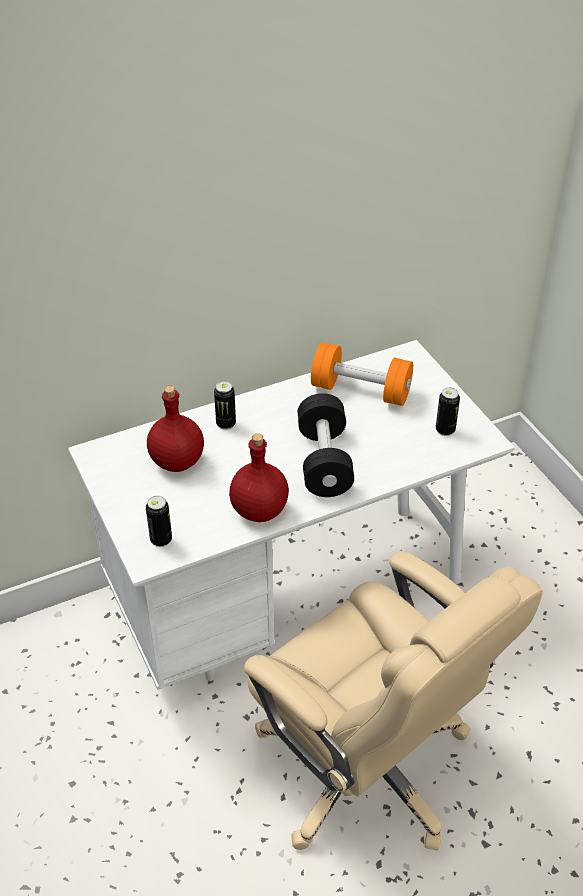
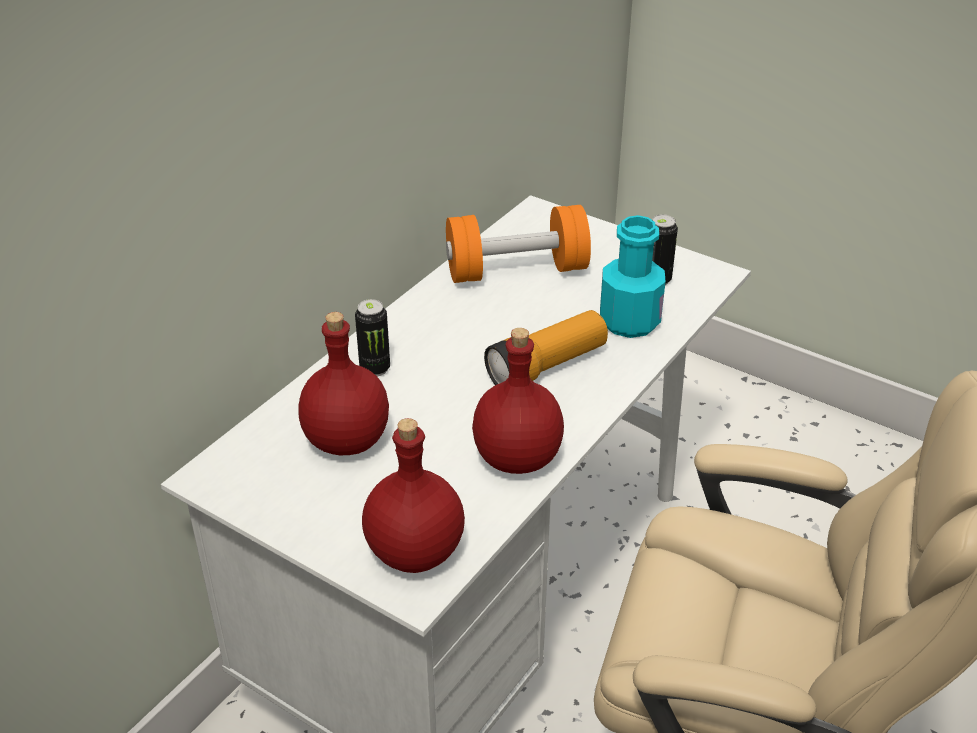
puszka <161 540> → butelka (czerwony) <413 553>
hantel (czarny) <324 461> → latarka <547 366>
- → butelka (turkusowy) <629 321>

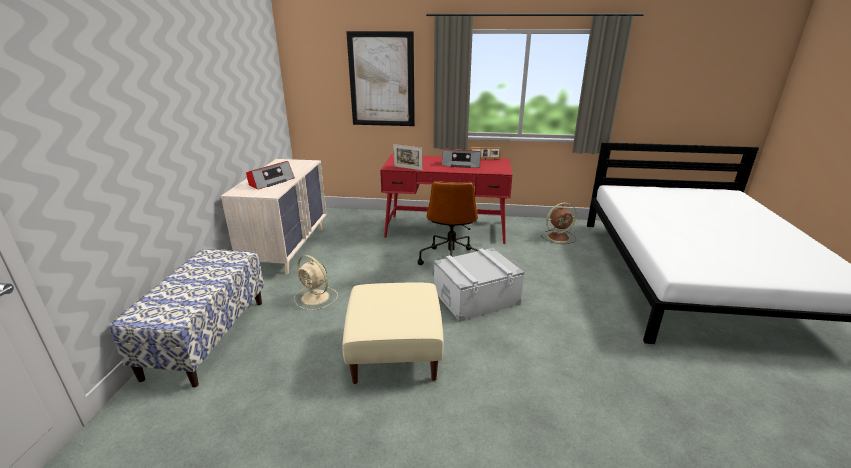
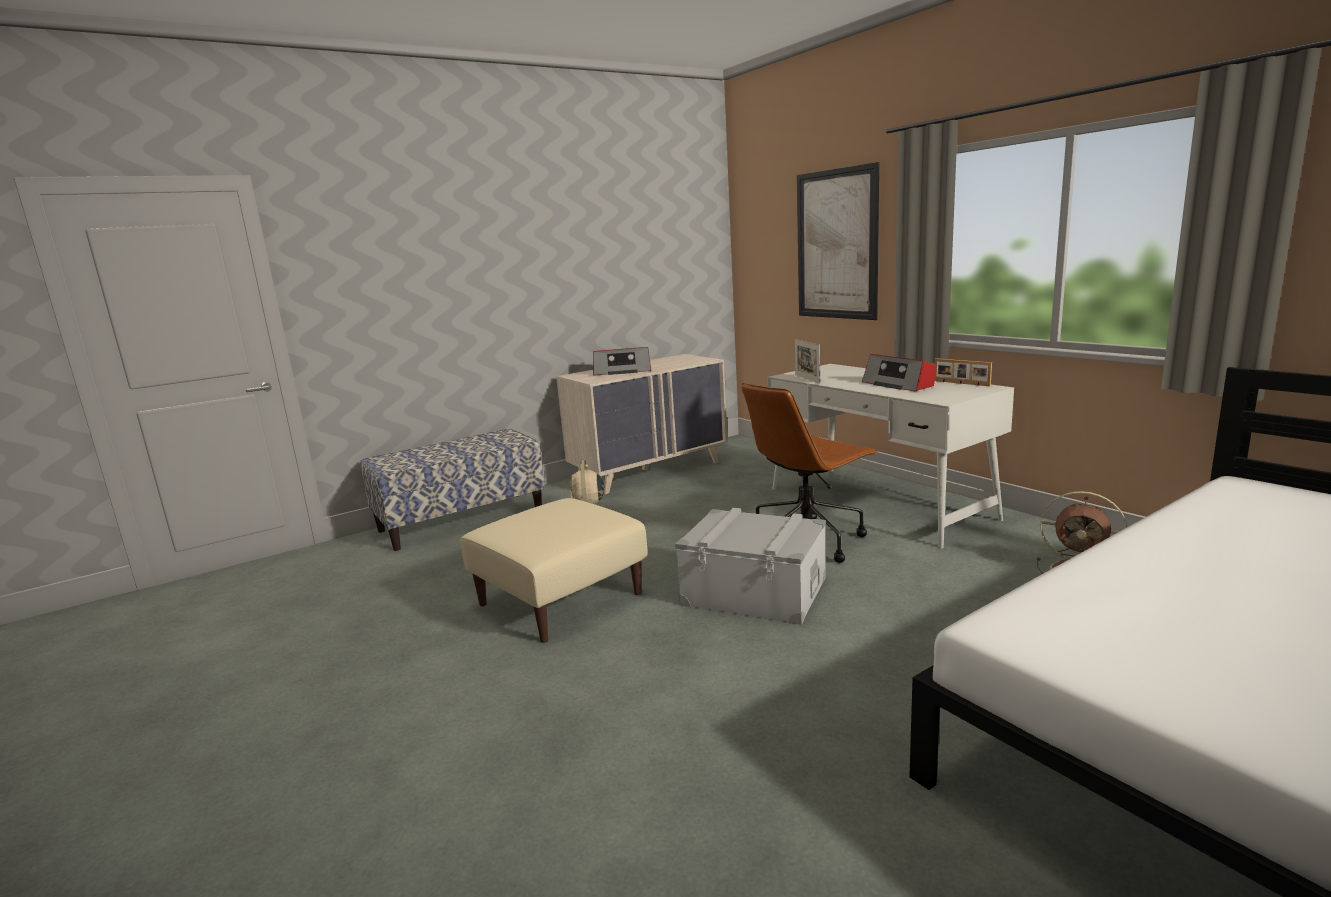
biurko (czerwony) <446 229> → biurko (biały) <878 503>

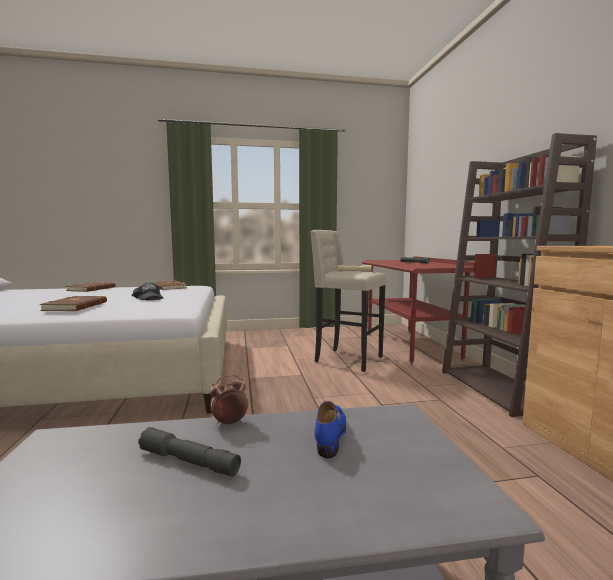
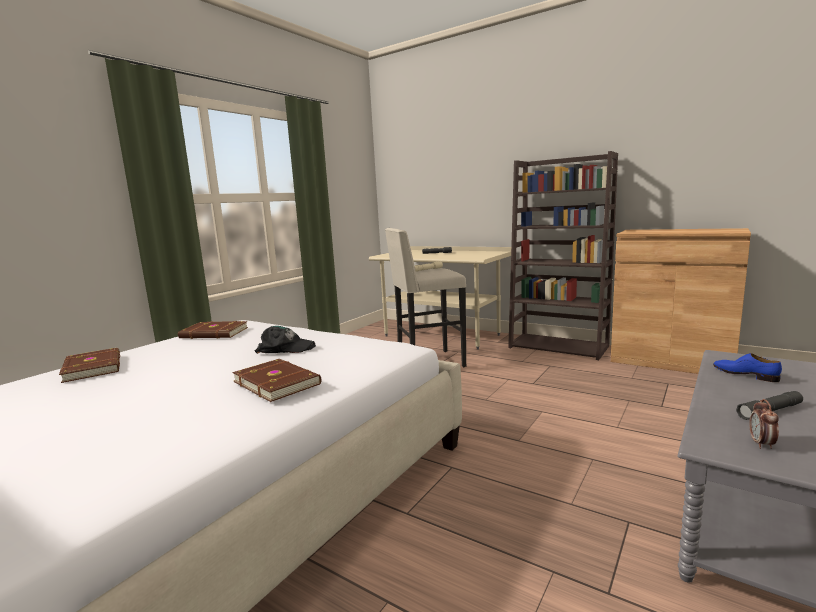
biurko (czerwony) <410 346> → biurko (beżowy) <441 335>
budzik <229 423> → budzik <761 444>, relocated

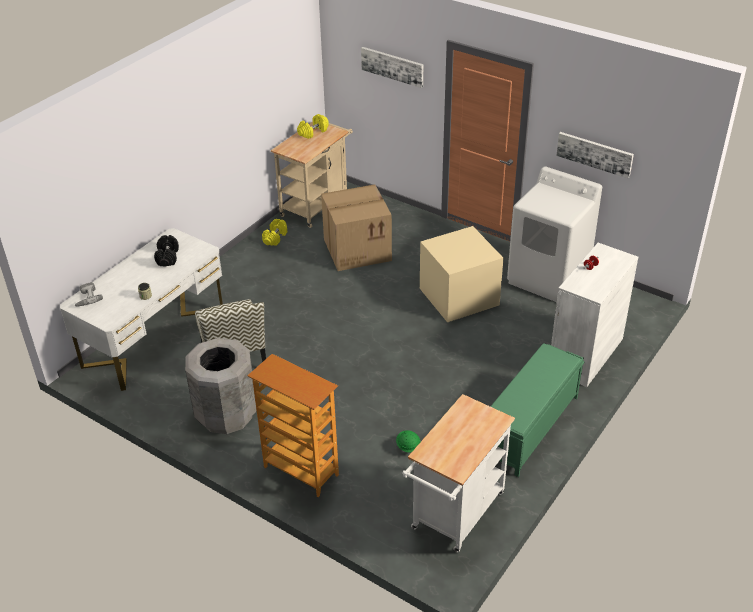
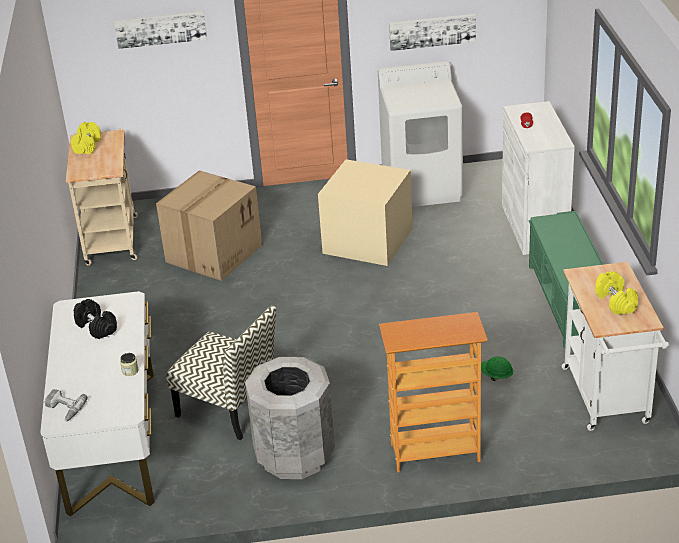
hantel (żółty) <275 238> → hantel (żółty) <616 302>, relocated

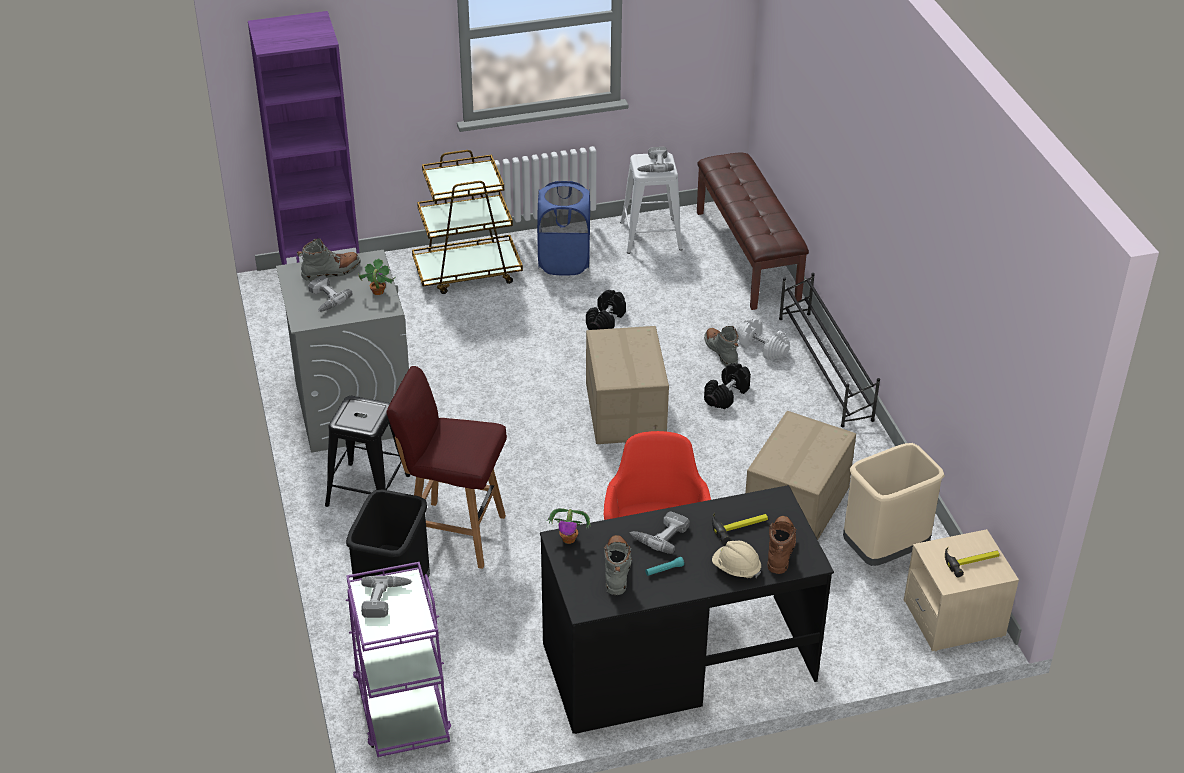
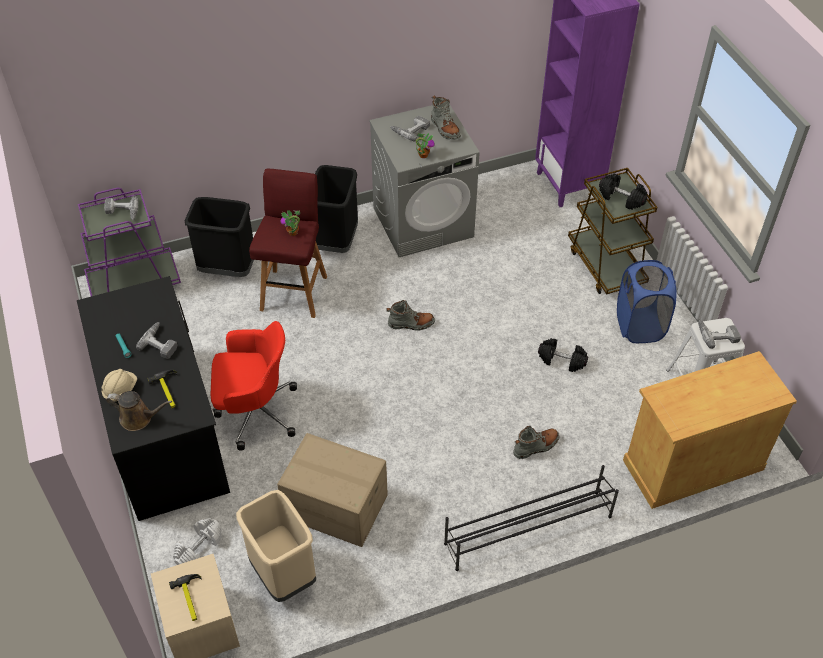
but z cholewką (brązowy) <780 550> → konewka (brązowy) <139 418>
hantel (biały) <761 348> → hantel (biały) <199 548>, relocated
roślina doniczkowa <569 539> → roślina doniczkowa <293 232>, relocated
stołek (czarny) <368 490> → kosz na śmieci (czarny) <336 241>
but z cholewką (szary) <617 570> → but z cholewką (szary) <411 324>, relocated
hantel (czarny) <726 395> → hantel (czarny) <621 198>, relocated
ławka (brązowy) <748 255> → szafka (beżowy) <692 464>
karton <626 411> → -

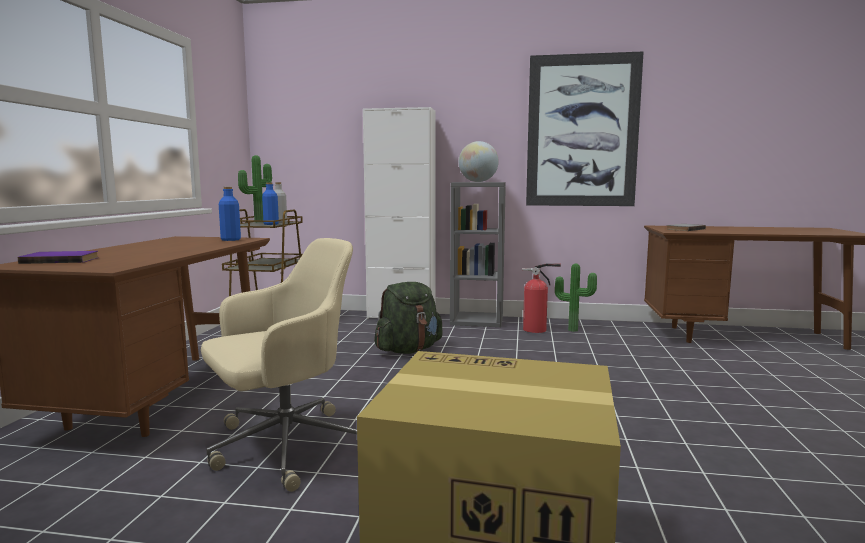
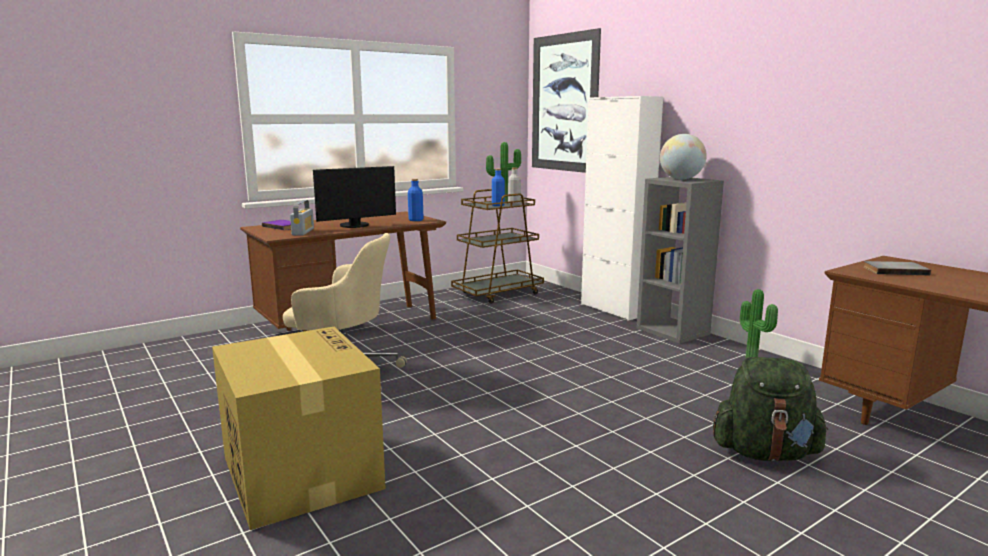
- → radio <303 232>
- → monitor <356 226>
obraz <582 131> → obraz <564 103>, relocated
plecak (zielony) <408 350> → plecak (zielony) <765 453>, relocated
gaśnica <537 330> → -

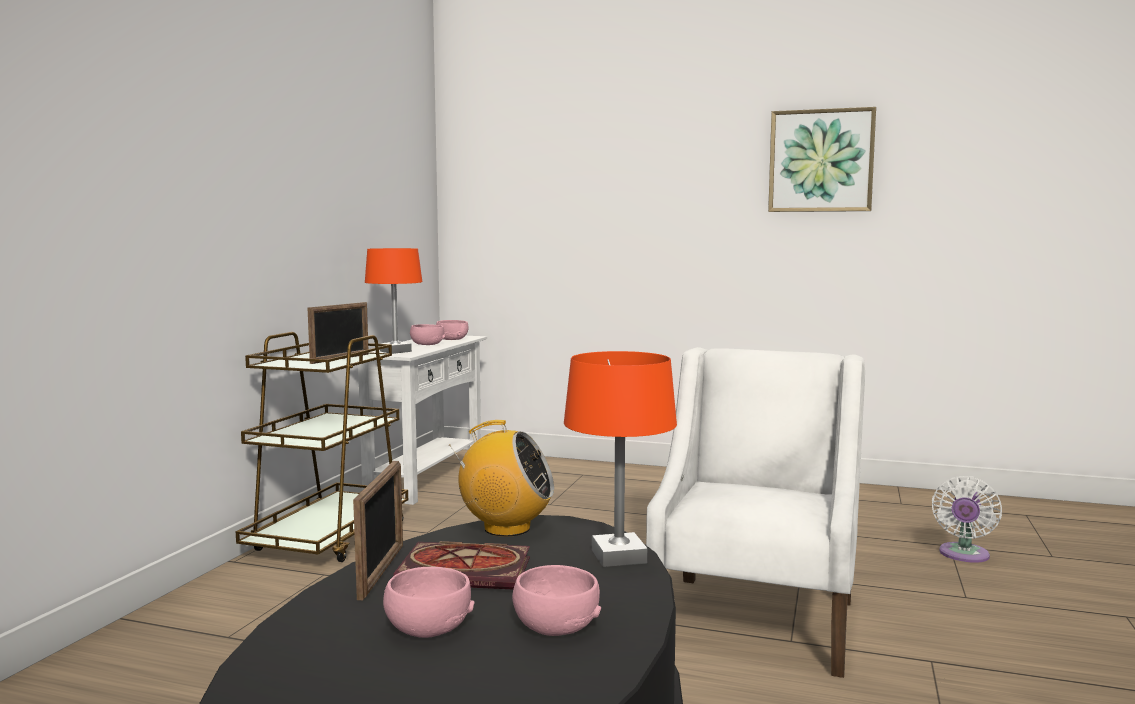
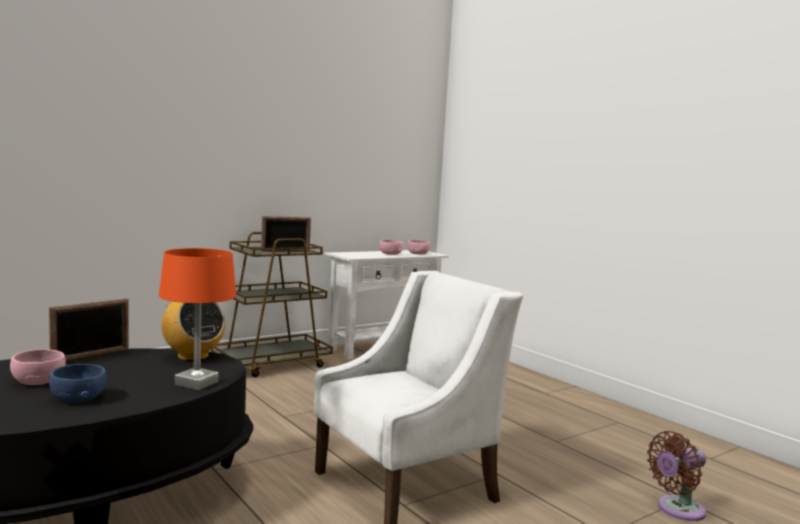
miska (różowy) <555 625> → miska (niebieski) <77 398>
wentylator (biały) <963 555> → wentylator (brązowy) <677 510>
lampa stołowa (pomarańczowy) <395 351> → -
książka <468 571> → -
obraz <821 161> → -

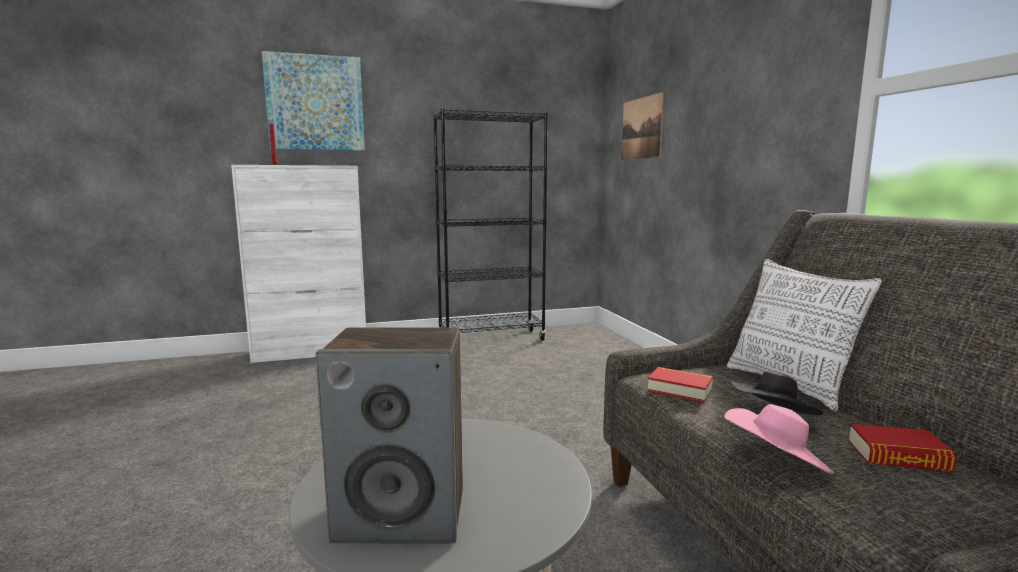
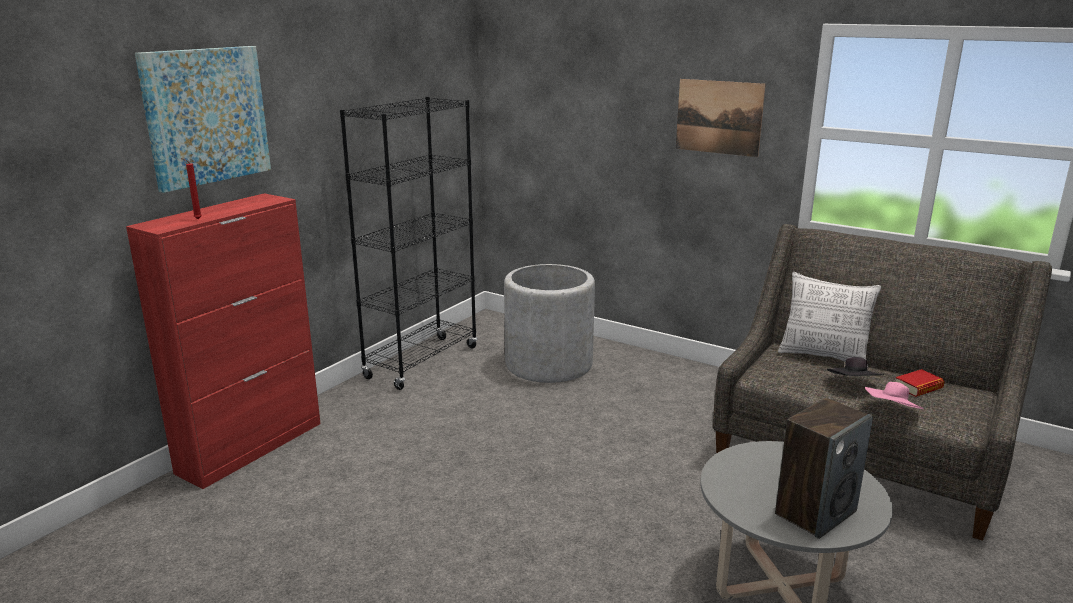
szafka (biały) <312 352> → szafka (czerwony) <252 447>
- → donica (szary) <549 364>
obraz <641 128> → obraz <719 117>, relocated
książka <679 390> → -

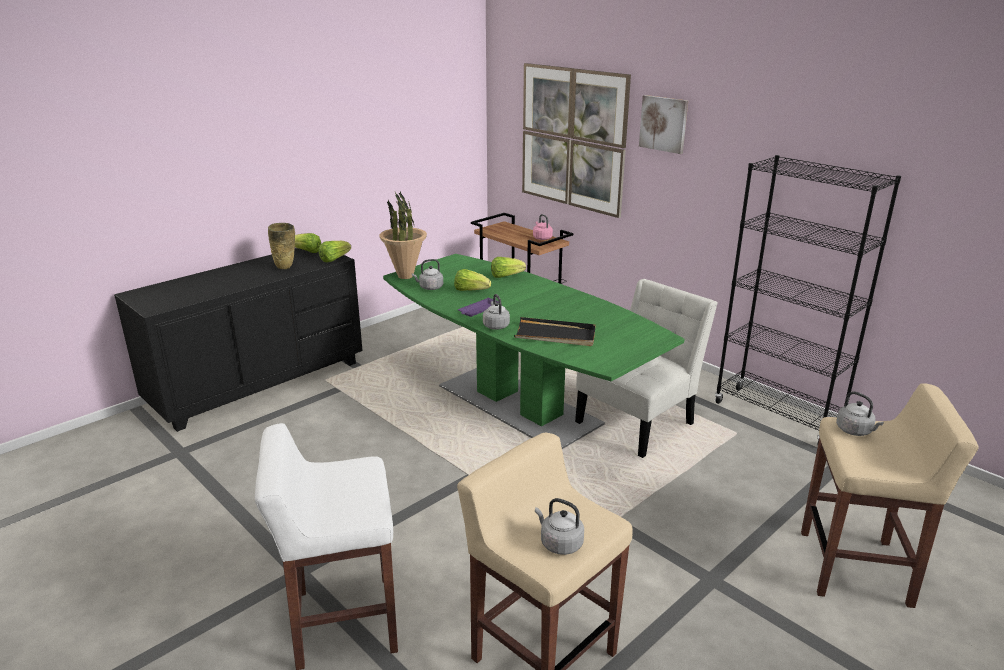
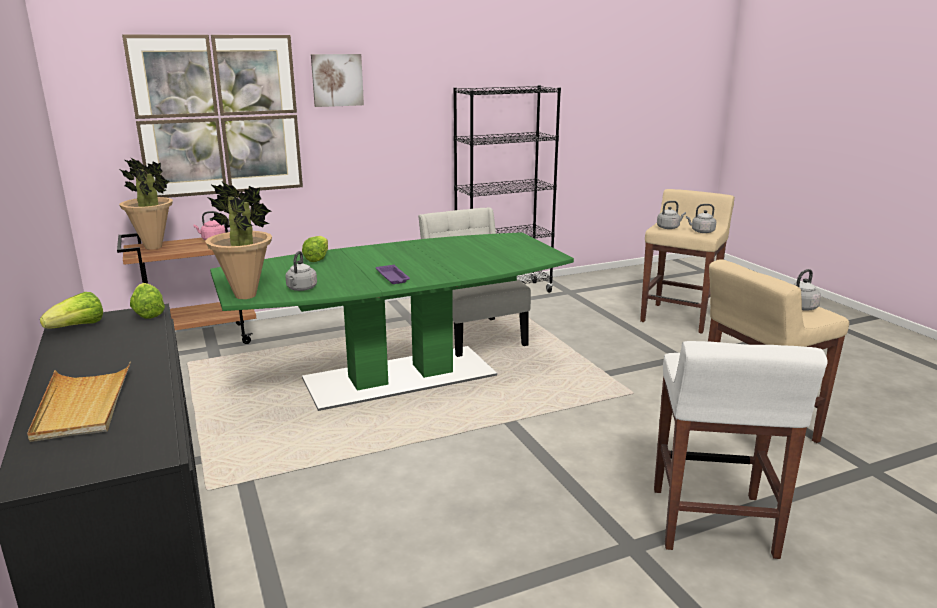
- → taca (beżowy) <83 405>
- → roślina doniczkowa <154 247>
czajnik (szary) <495 325> → czajnik (szary) <701 231>, relocated
wazon (beżowy) <285 267> → -
sałata <470 290> → -
taca (czarny) <555 335> → -

